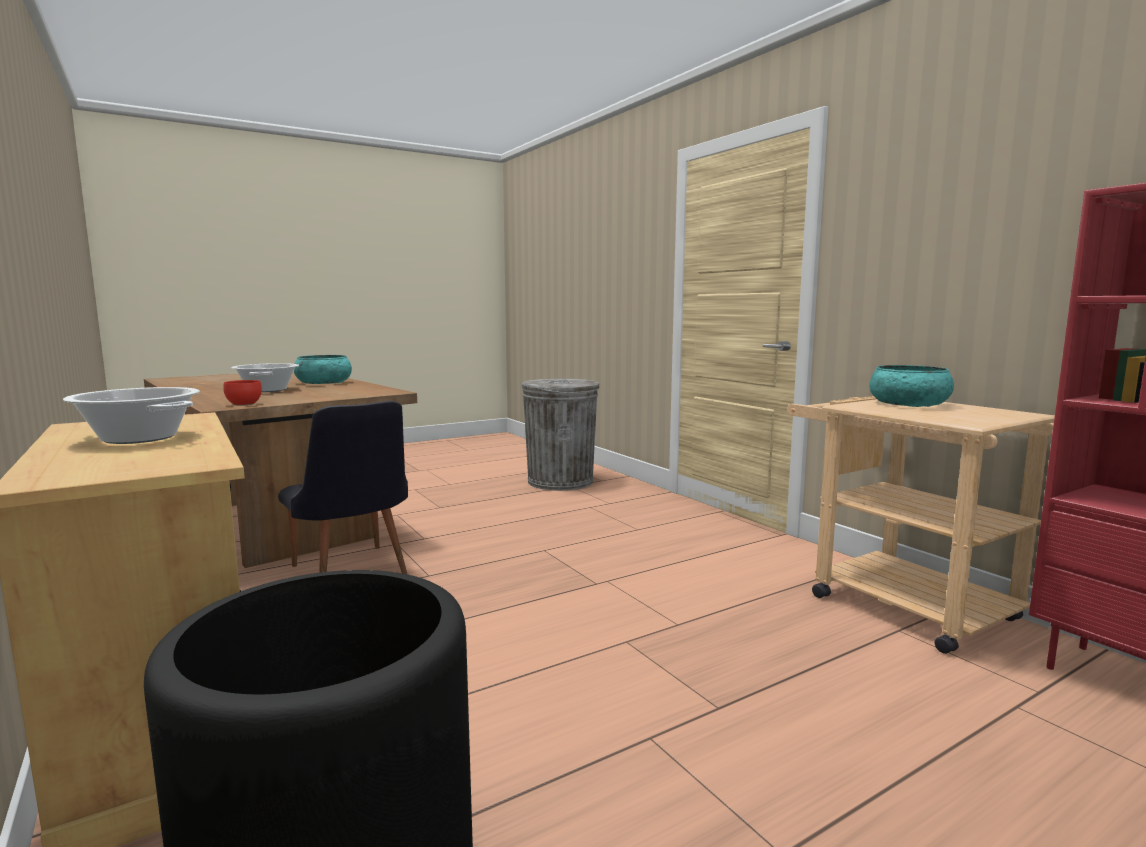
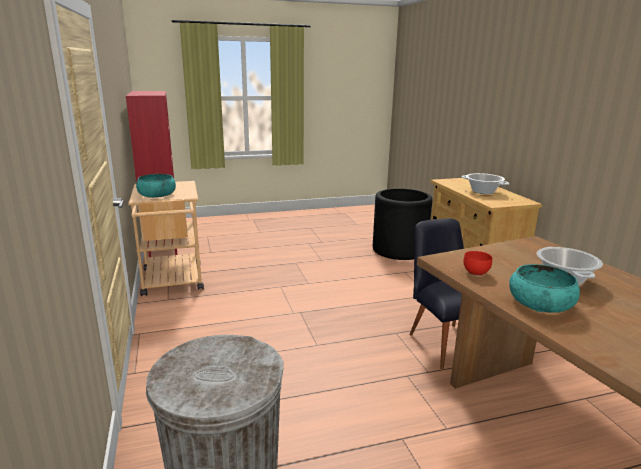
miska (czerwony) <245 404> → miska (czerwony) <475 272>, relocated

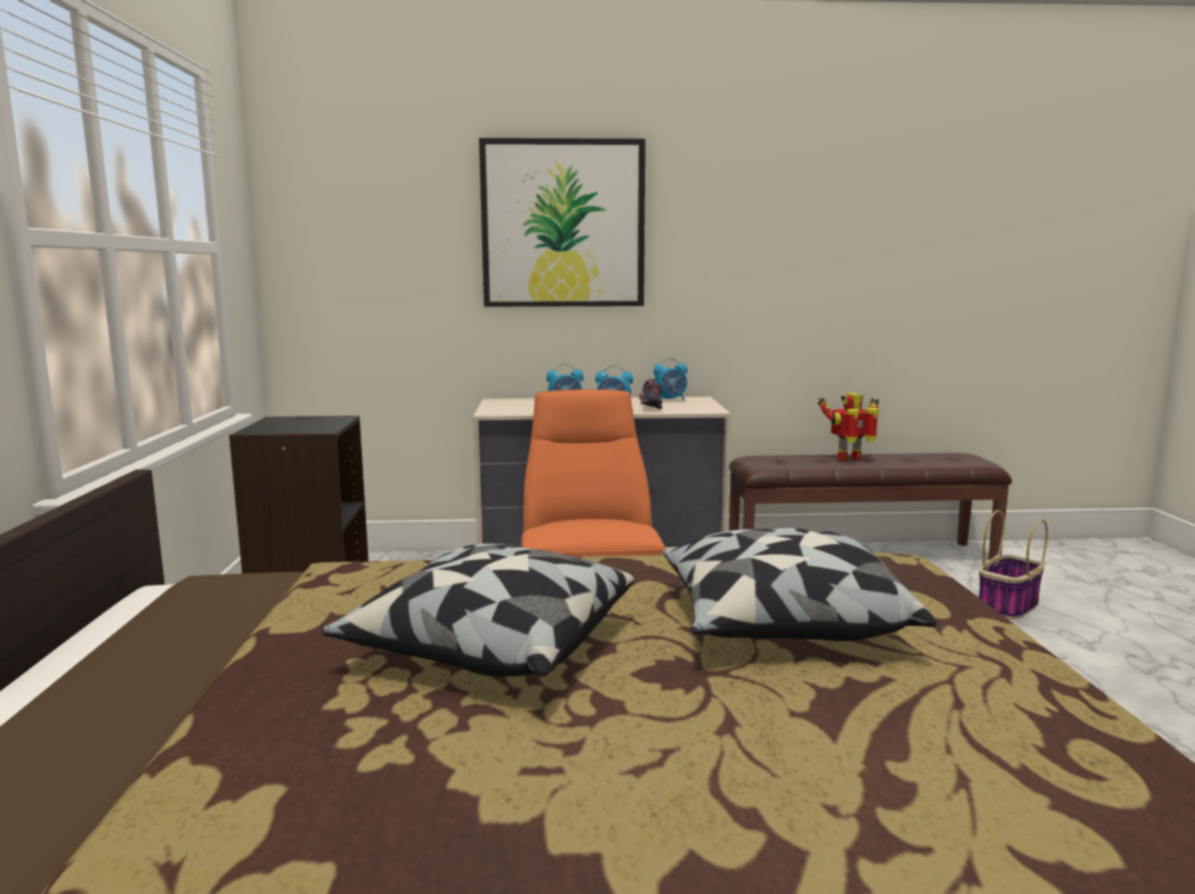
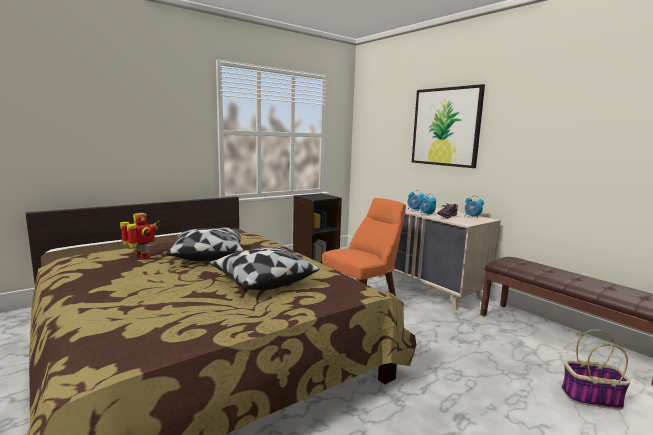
robot zabawkowy <850 459> → robot zabawkowy <142 257>, relocated

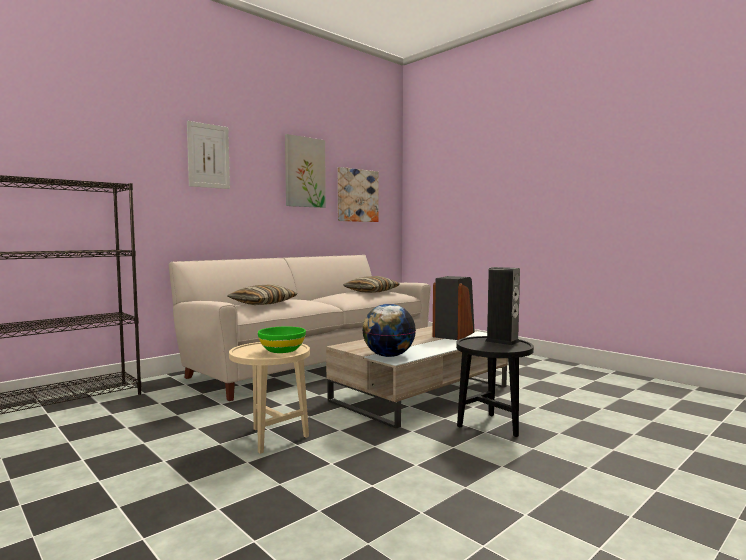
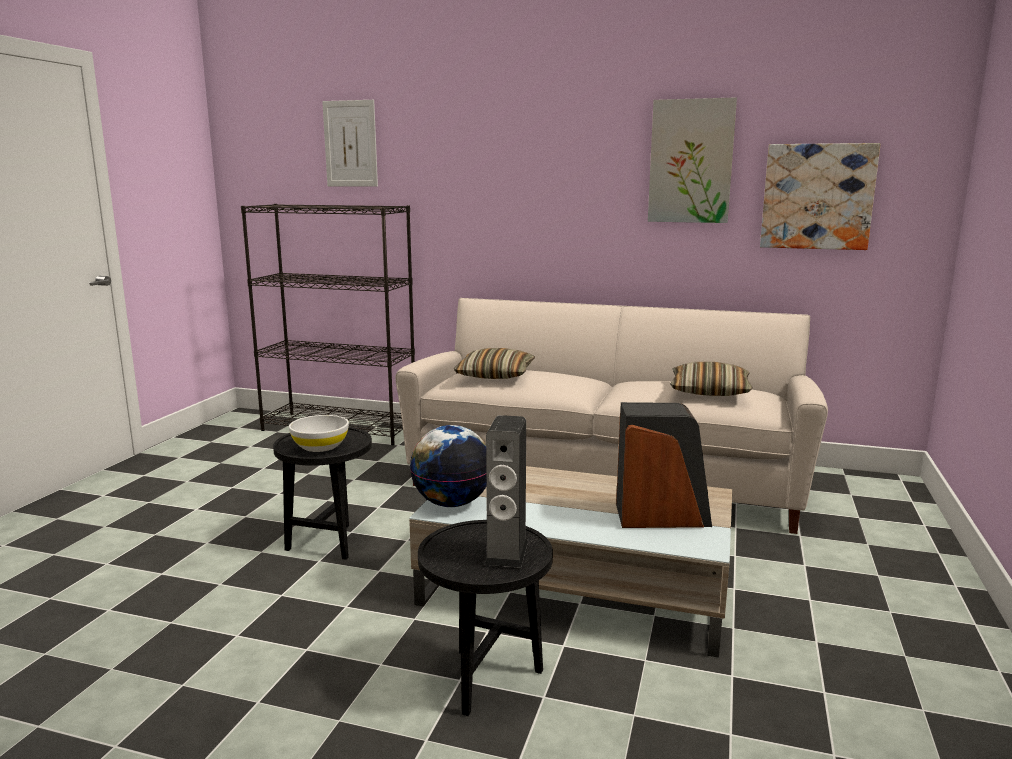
stolik (beżowy) <271 437> → stolik (czarny) <329 541>
miska (zielony) <282 350> → miska (biały) <320 447>
obraz <208 156> → obraz <350 144>, relocated

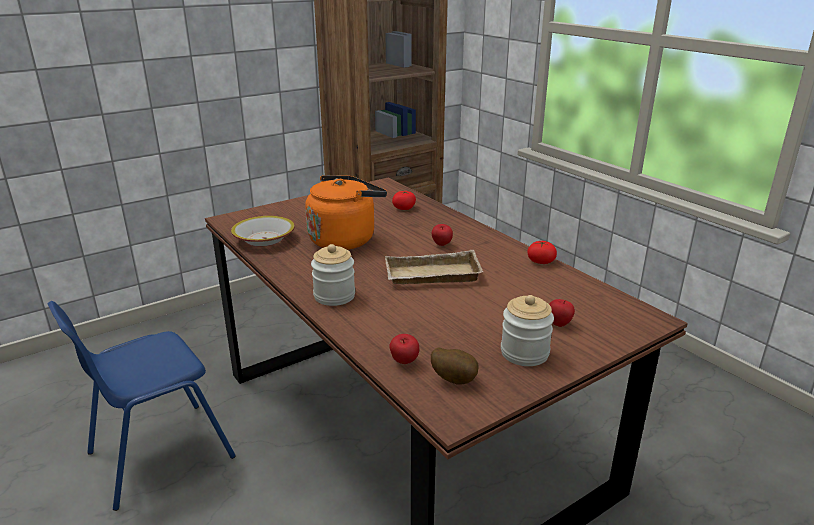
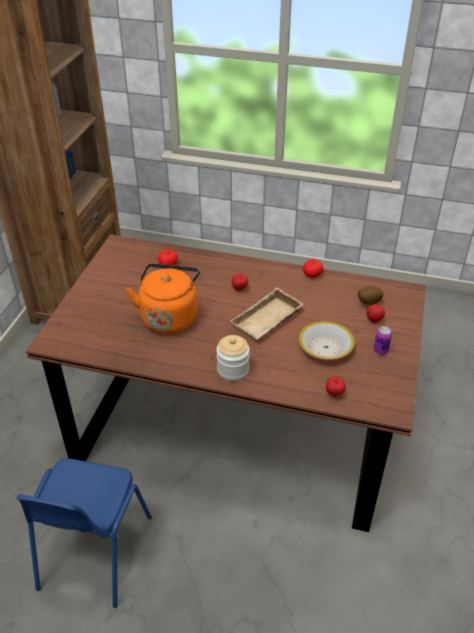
miska <264 239> → miska <325 348>, relocated
ziemniak <454 379> → ziemniak <368 302>, relocated
słoik <524 353> → puszka <380 351>

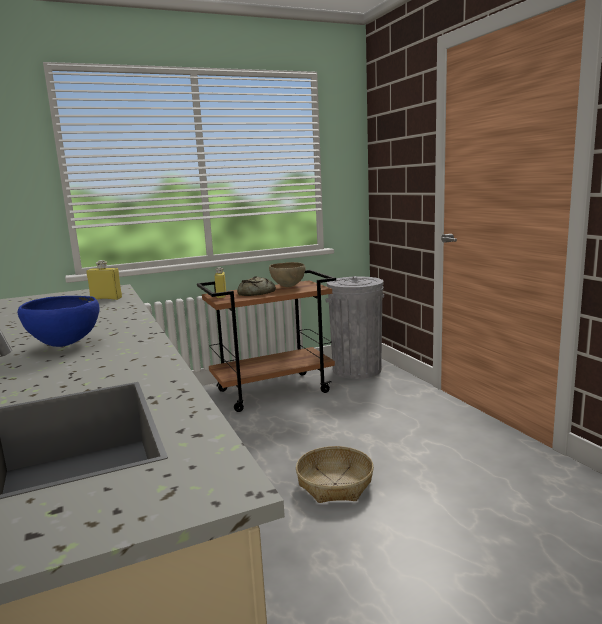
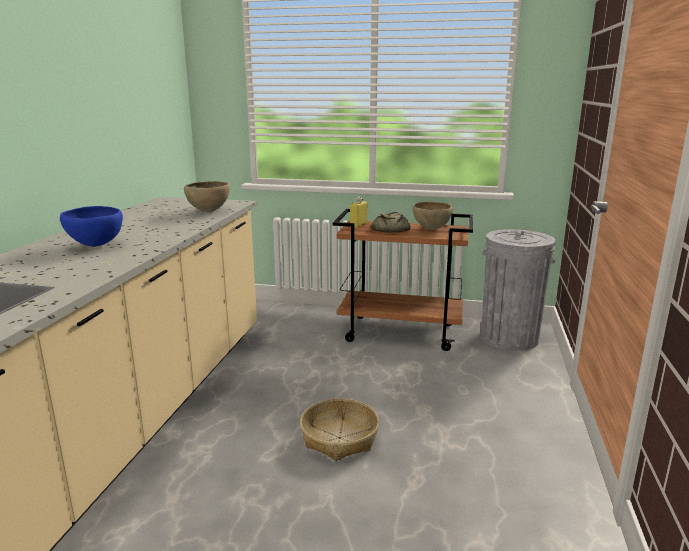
butelka (żółty) <106 299> → miska (brązowy) <209 211>

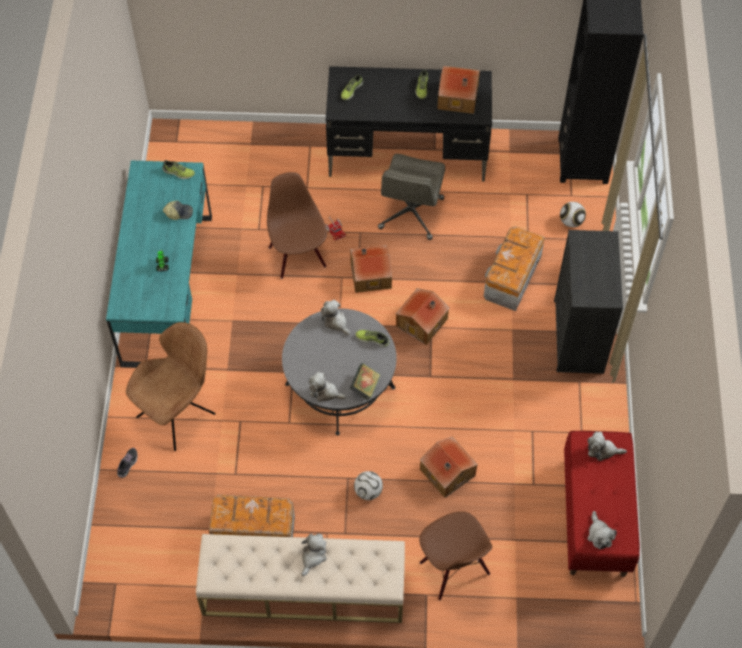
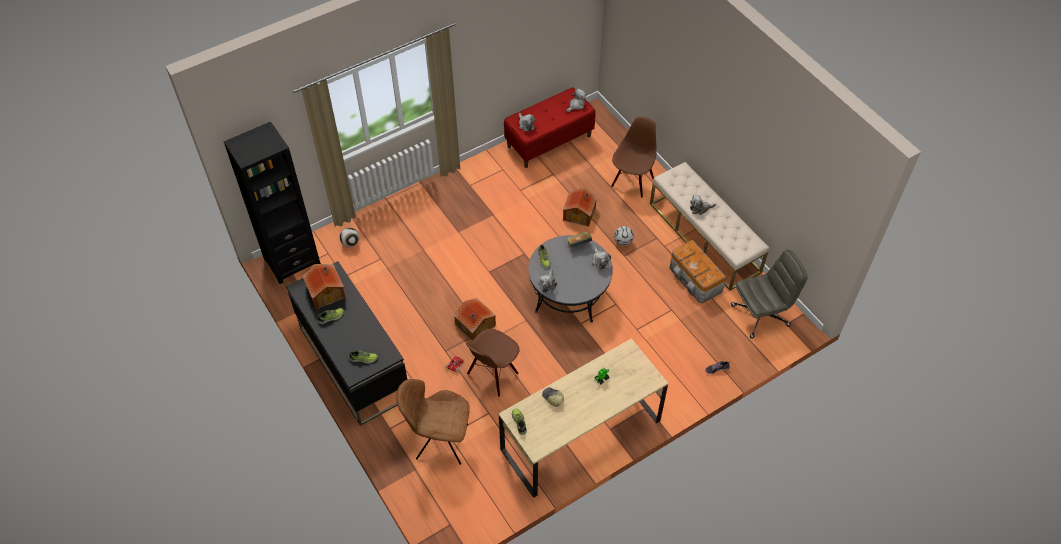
krzesło (brązowy) <178 413> → krzesło (brązowy) <439 441>, relocated
biurko (turkusowy) <168 289> → biurko (beżowy) <581 435>
krzesło biurowe (szary) <411 214> → krzesło biurowe (szary) <760 315>, relocated
domek <423 322> → -
pojemnik do przechowywania <511 278> → -
komoda (czarny) <577 336> → -

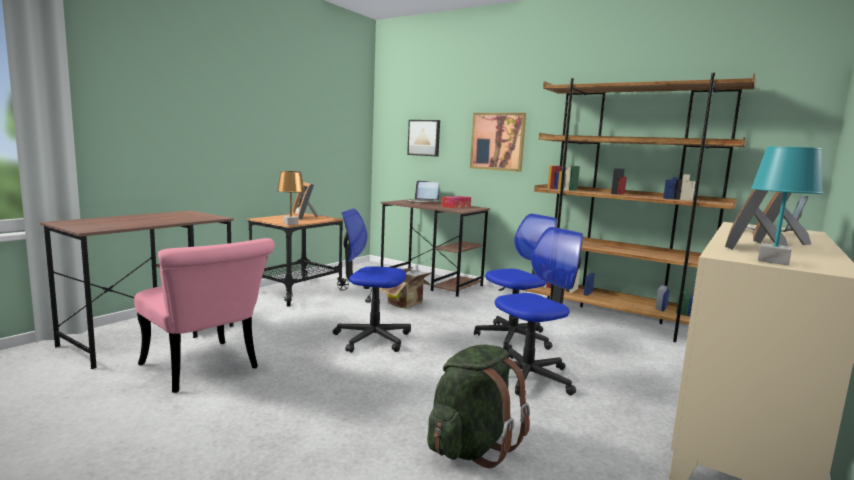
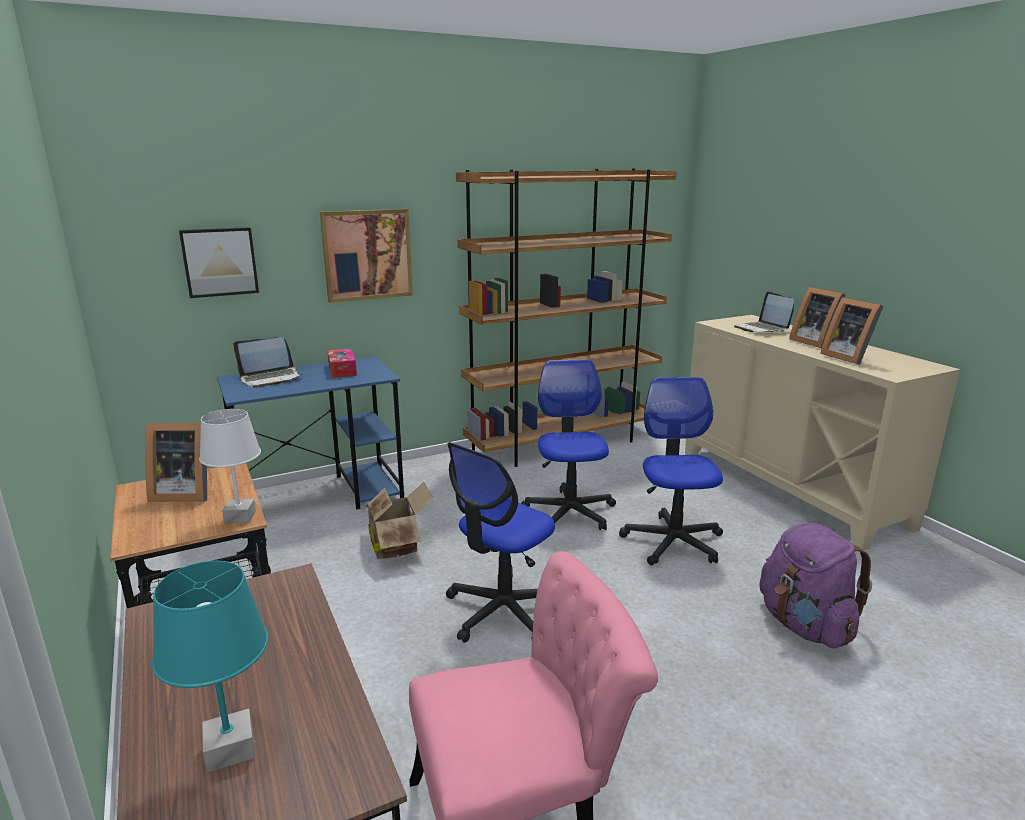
lampa stołowa (turkusowy) <773 261> → lampa stołowa (turkusowy) <231 749>, relocated
lampa stołowa (brązowy) <291 223> → lampa stołowa (biały) <240 517>
biurko (brązowy) <431 282> → biurko (niebieski) <322 497>
plecak (zielony) <471 446> → plecak (fioletowy) <805 625>

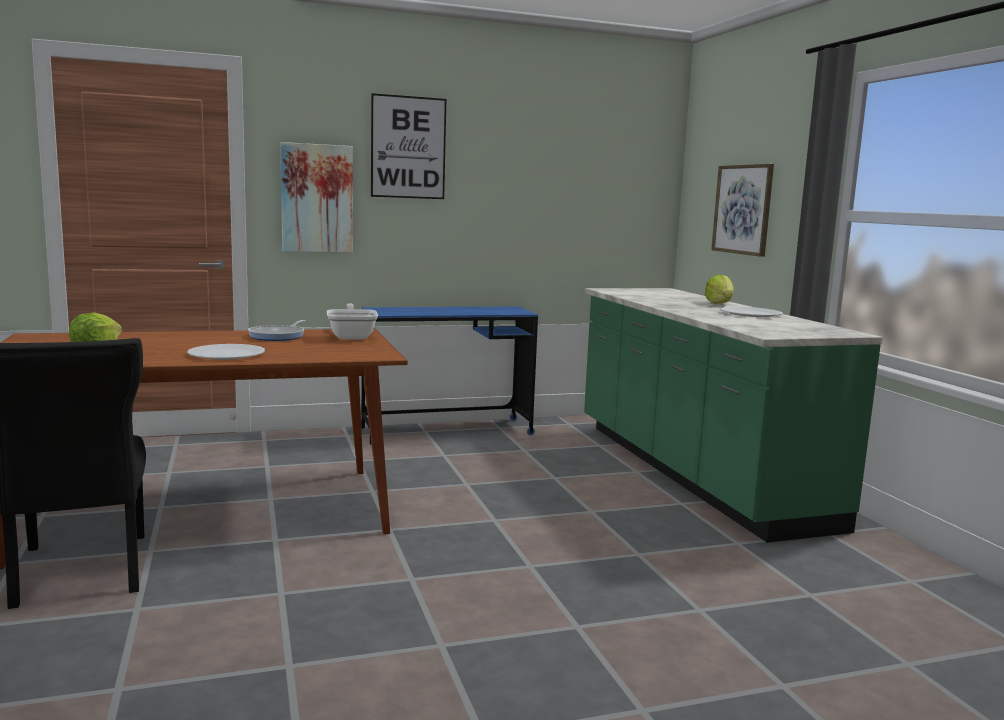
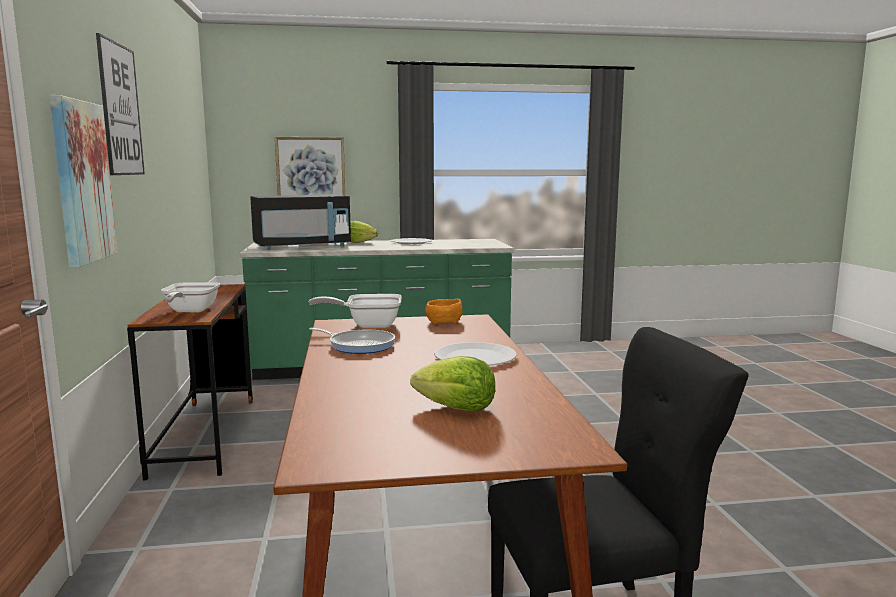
biurko (niebieski) <447 431> → biurko (brązowy) <205 435>
- → patelnia <190 311>
- → mikrofalówka (czarny) <302 247>
- → miska (pomarańczowy) <443 322>

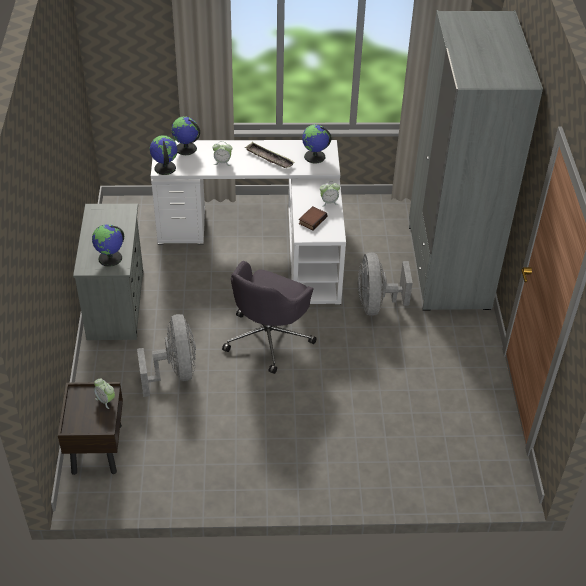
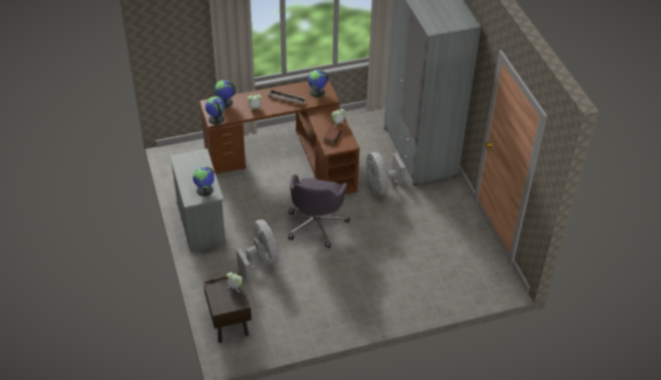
biurko (biały) <266 239> → biurko (brązowy) <289 156>

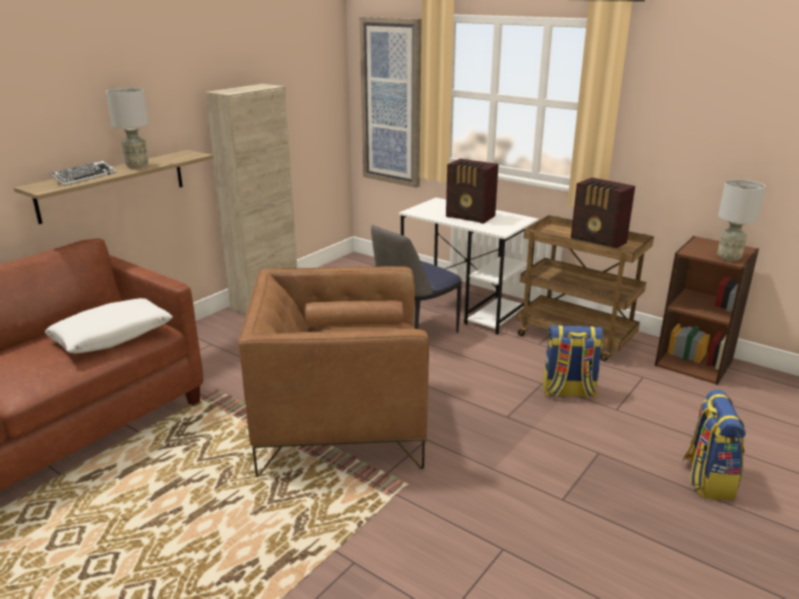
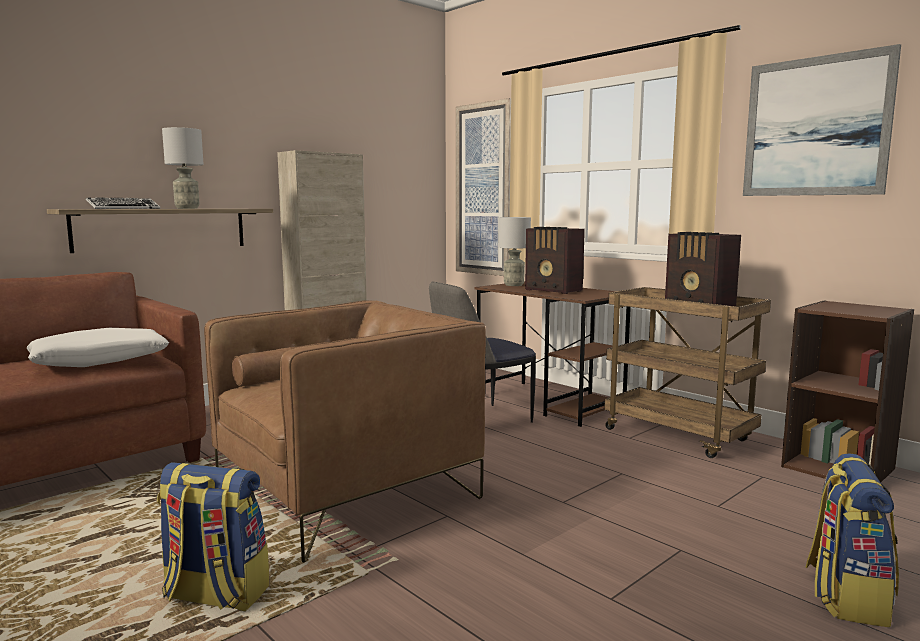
plecak <568 392> → plecak <215 595>, relocated
fotel (brązowy) <340 423> → fotel (brązowy) <347 491>, 135 degrees clockwise
biurko (biały) <464 307> → biurko (brązowy) <549 403>
lampa stołowa (szary) <728 258> → lampa stołowa (szary) <513 285>, relocated
- → obraz <815 127>

